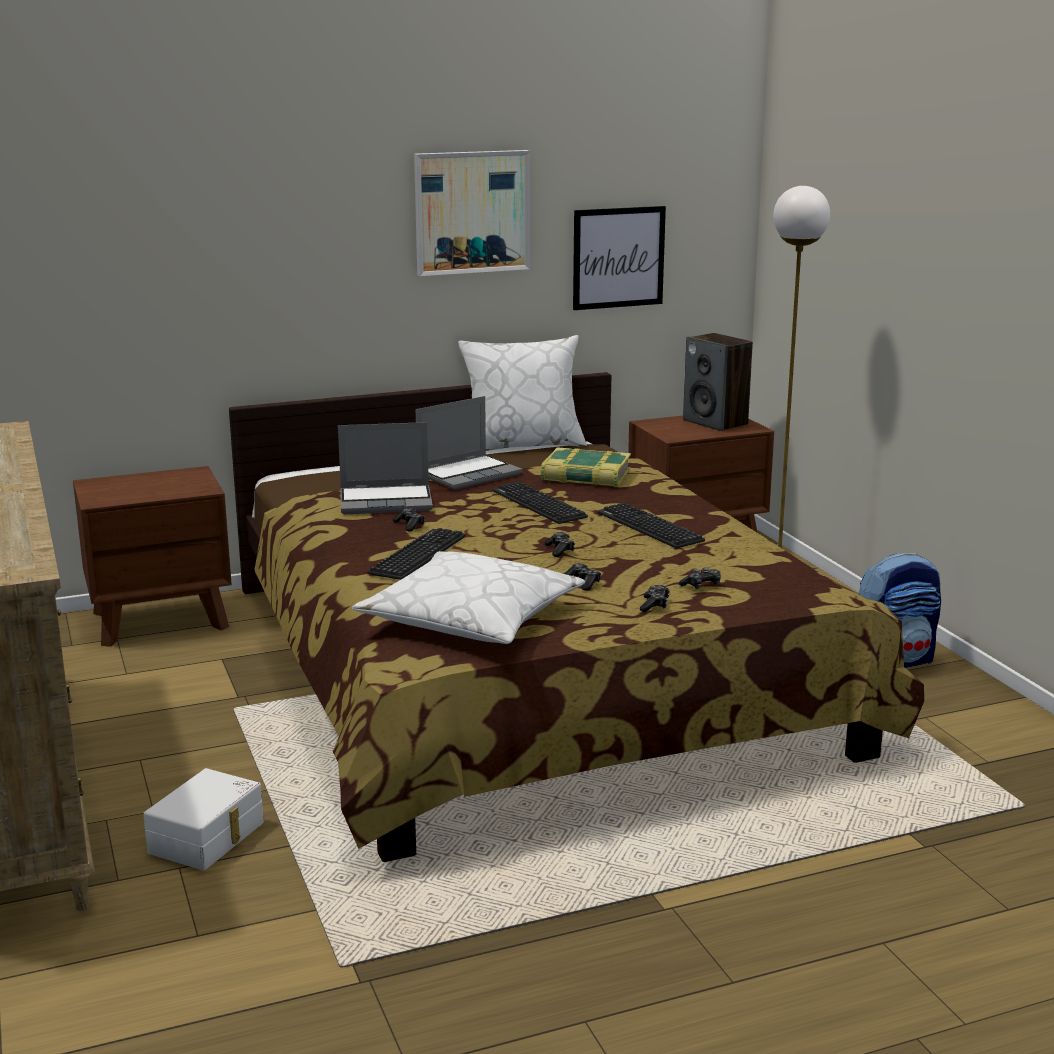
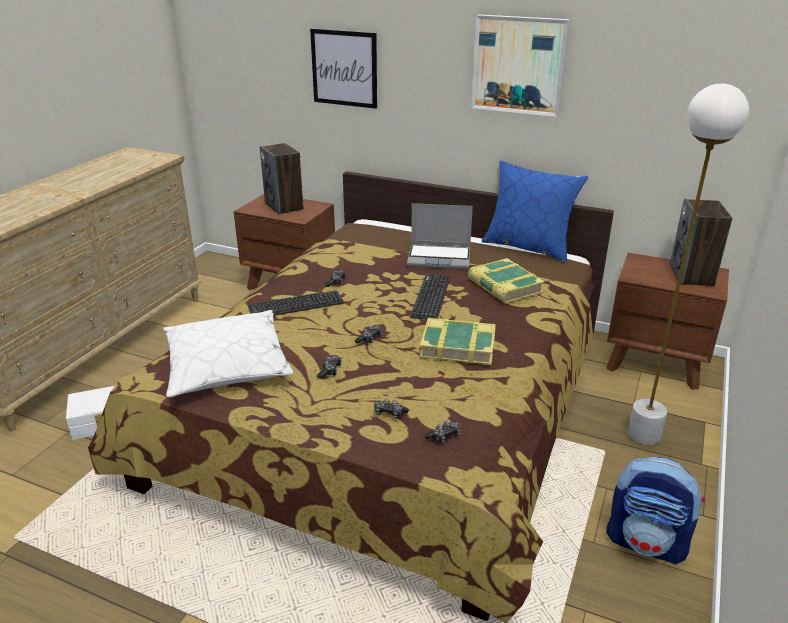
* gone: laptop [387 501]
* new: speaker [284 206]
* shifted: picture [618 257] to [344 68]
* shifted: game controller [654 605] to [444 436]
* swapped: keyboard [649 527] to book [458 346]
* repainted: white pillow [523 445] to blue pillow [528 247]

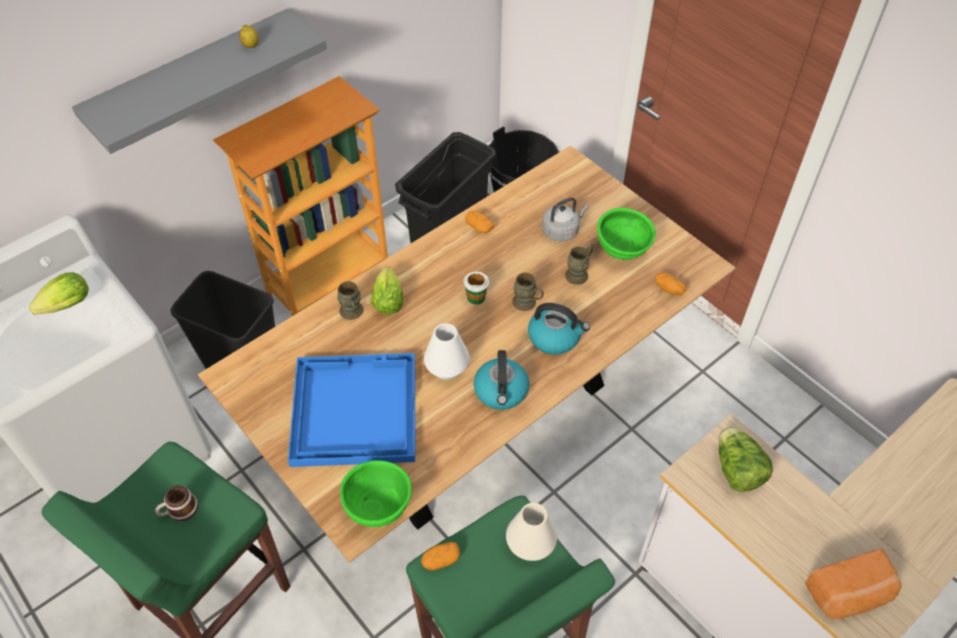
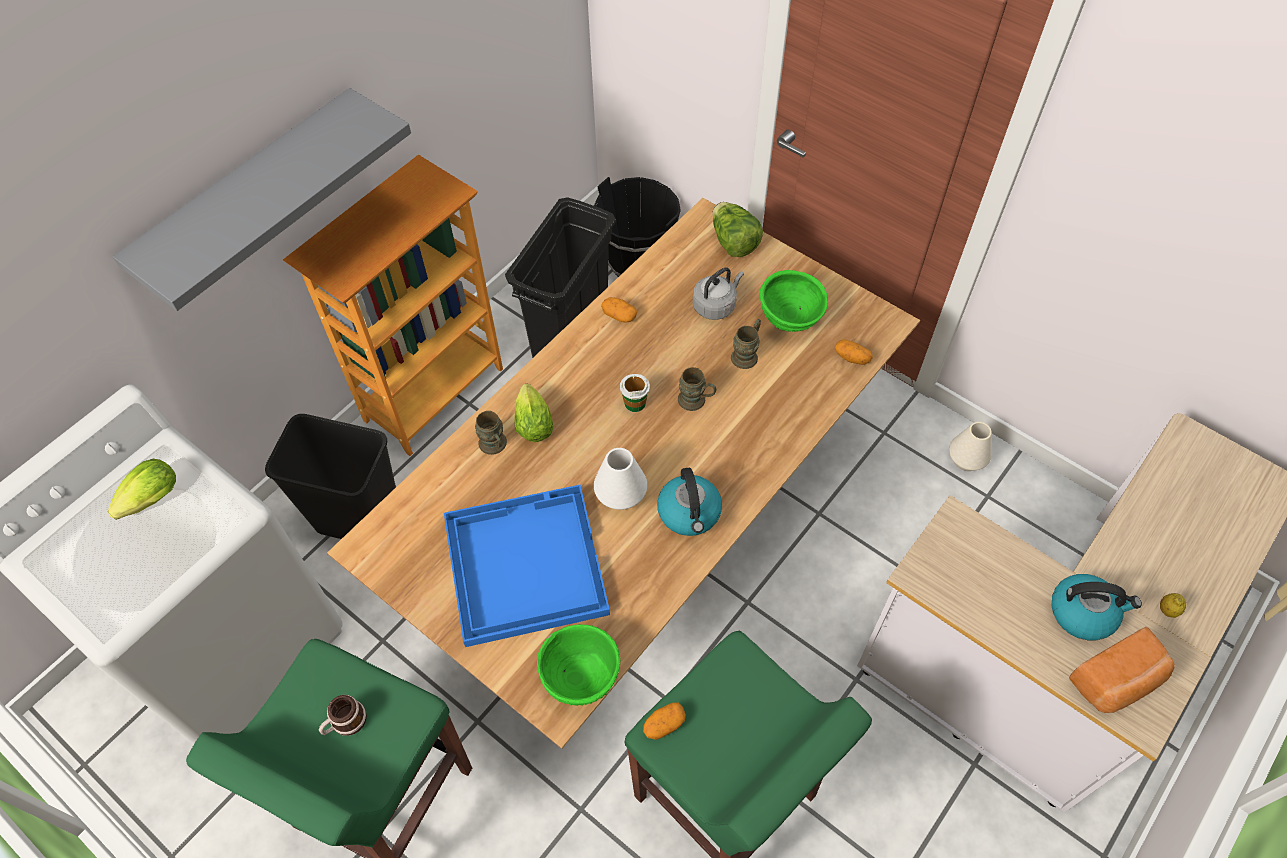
* shifted: lemon [251 46] to [1167 610]
* shifted: white vase [530 544] to [966 460]
* shifted: kettle [555 337] to [1083 612]
* shifted: lettuce [736 470] to [733 242]

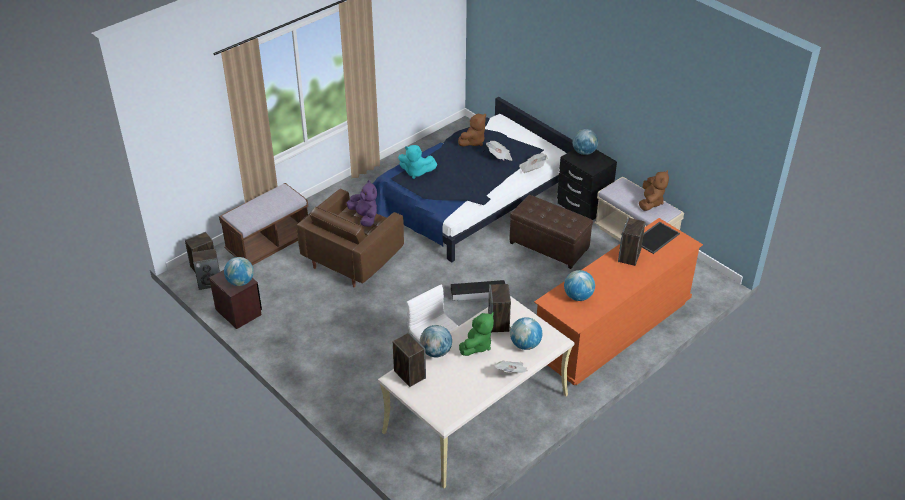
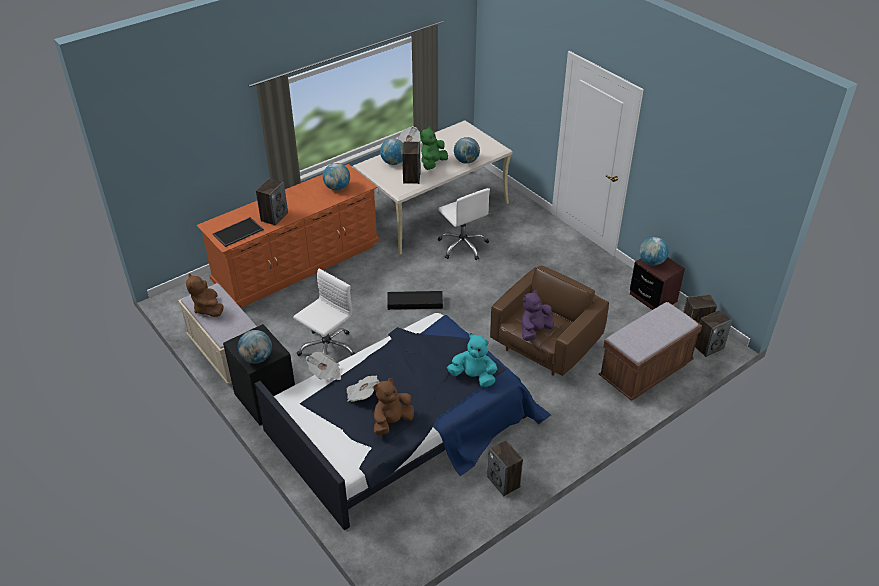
* shifted: speaker [409 374] to [504 482]
* swapped: brown ottoman [548 246] to white office chair [327 349]
* rotated: purple plush toy [365 217] = [534 331] 75 degrees clockwise
* rotated: brown plush toy [650 202] = [208 309] 45 degrees counterclockwise

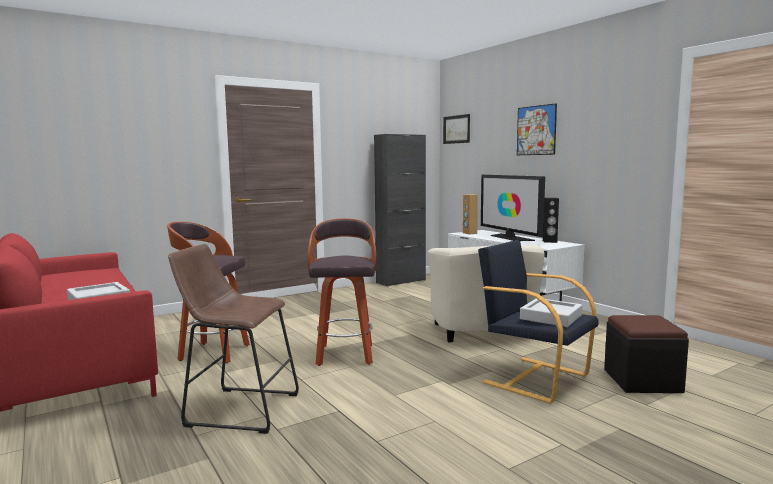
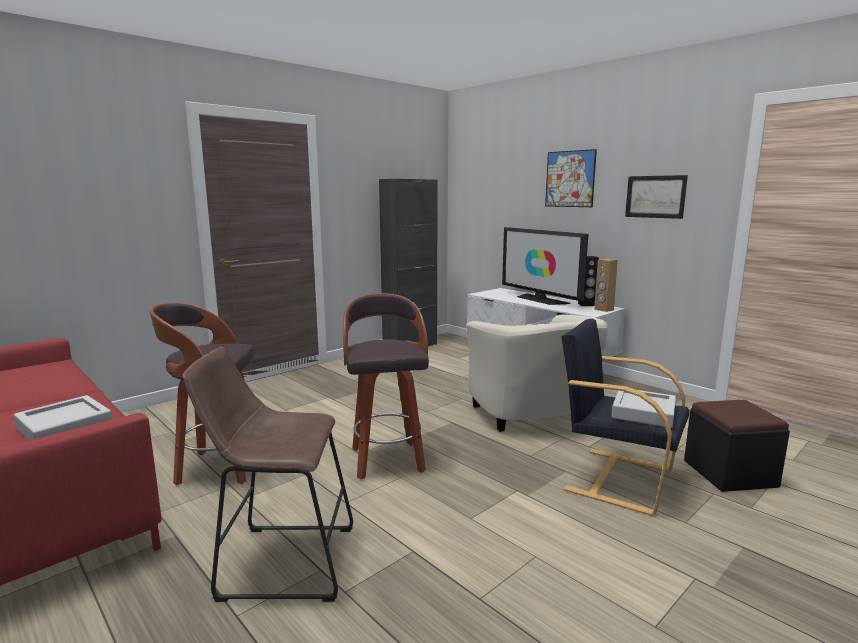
* shifted: picture [456 129] to [655 196]
* shifted: brown speaker [469 233] to [603 309]

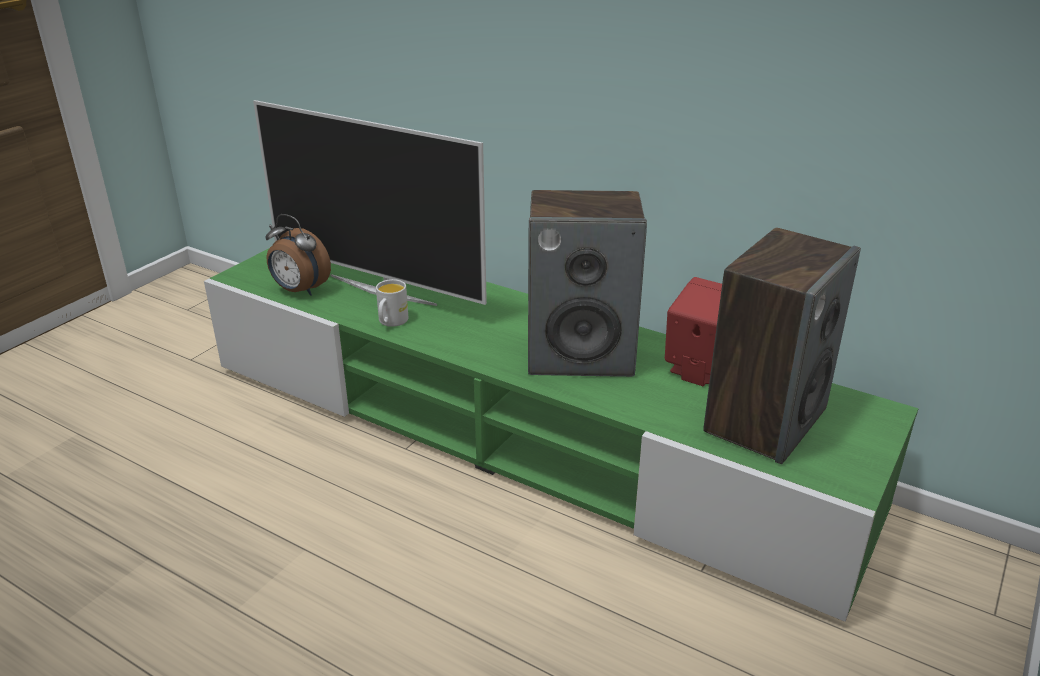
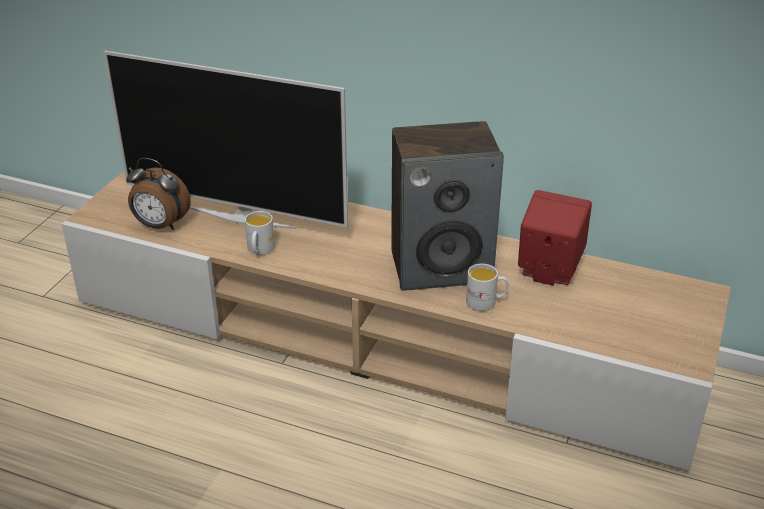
* gone: speaker [765 419]
* new: white mug [486 302]
* repainted: green tv stand [521 435] to beige tv stand [383 338]

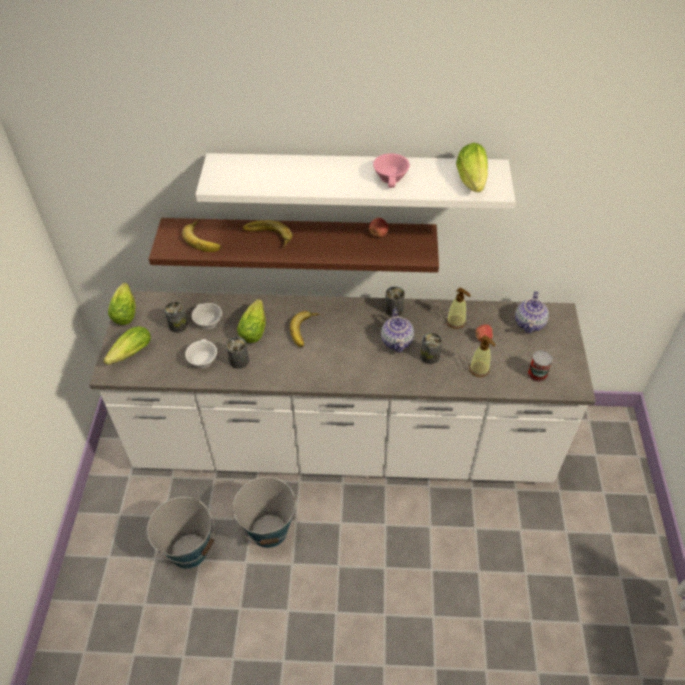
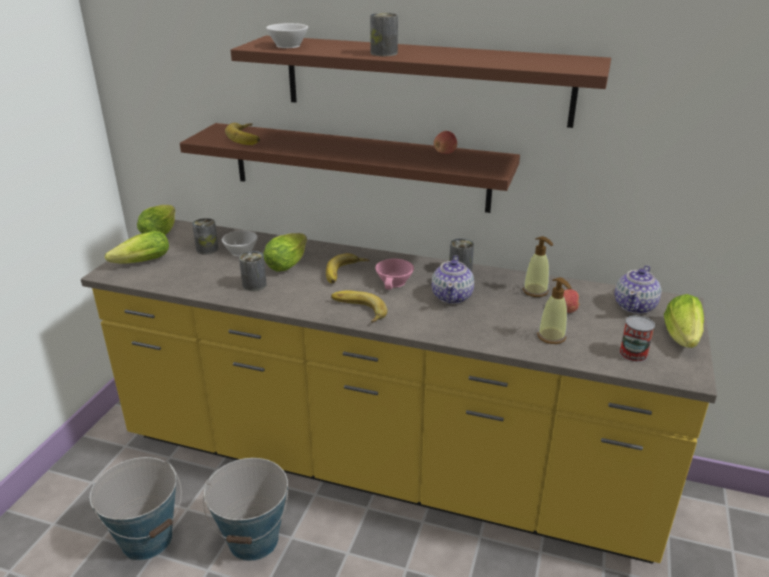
* shifted: white cup [202 360] to [287 45]
* shifted: banana [267 237] to [357 311]
* shifted: pink cup [392 178] to [395 282]
* shifted: can [429 356] to [384 53]
* shifted: lettuce [472 182] to [682 338]
* repainted: white counter [343 445] to yellow counter [384 467]
* repainted: white shelf [356 179] to brown shelf [425 80]

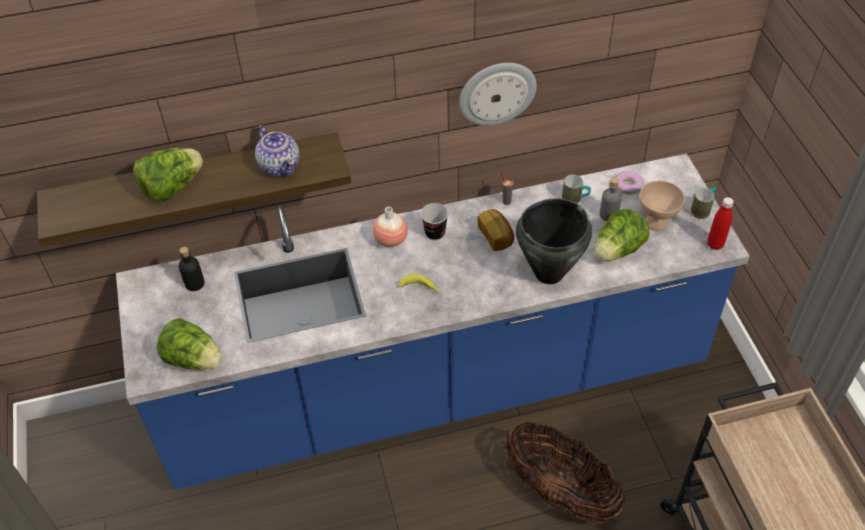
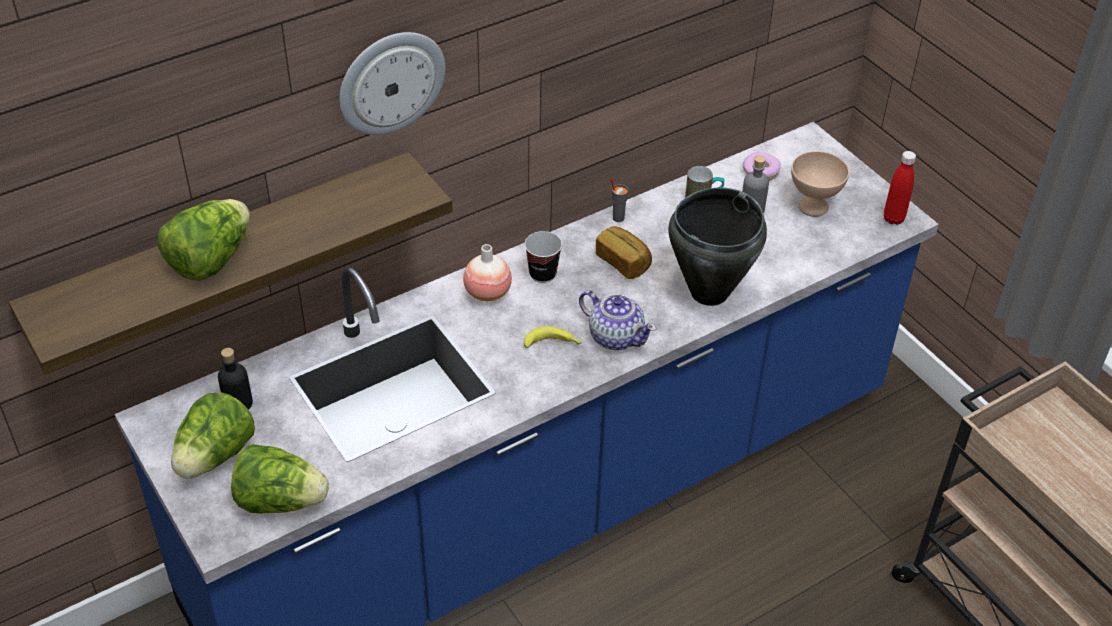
* gone: basket [560 492]
* gone: mug [702 209]
* shifted: teapot [279 165] to [615 336]
* shifted: wall clock [497 92] to [390 82]
* shifted: lettuce [617 250] to [215 456]

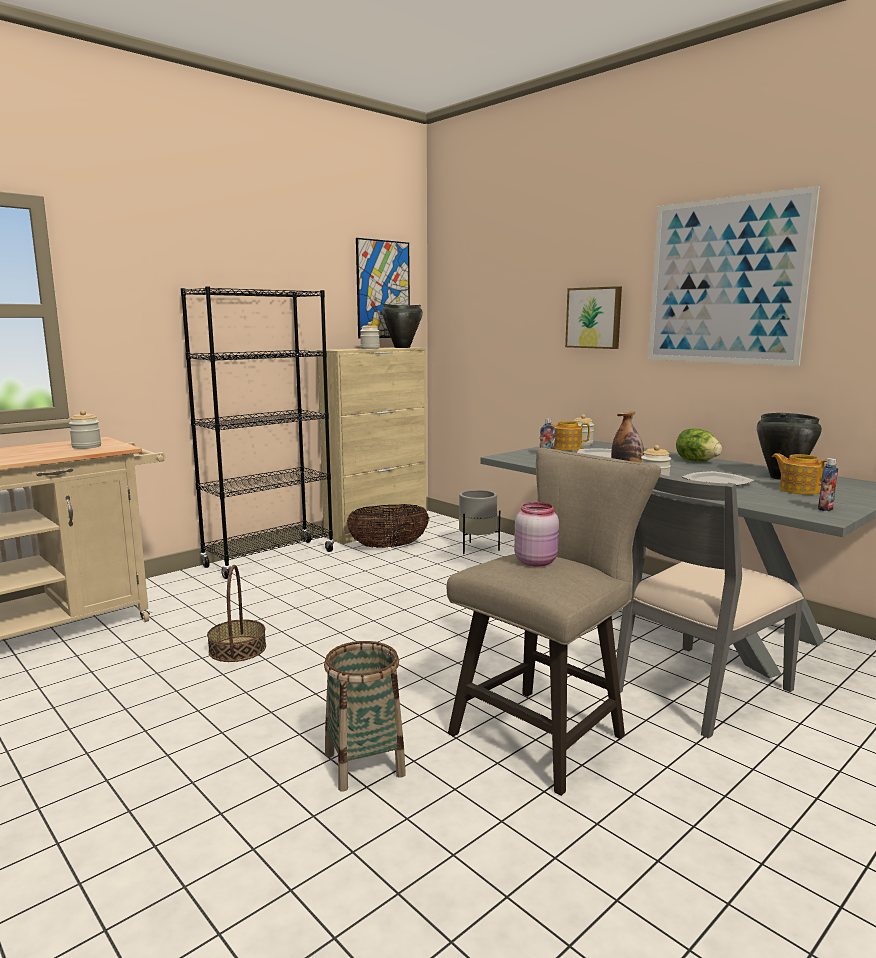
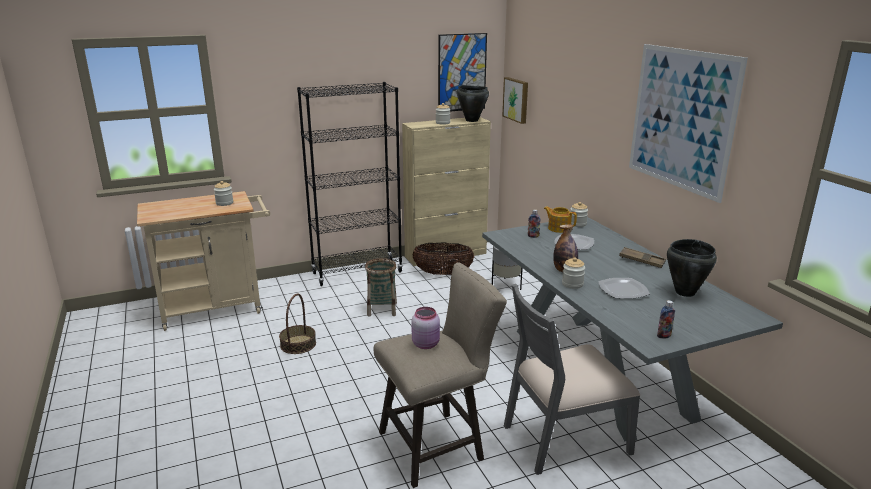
* gone: teapot [799 490]
* shifted: basket [364 764] to [382 309]
* shifted: picture [594 318] to [516 99]
* swapped: lettuce [696 461] to brown tray [642 261]

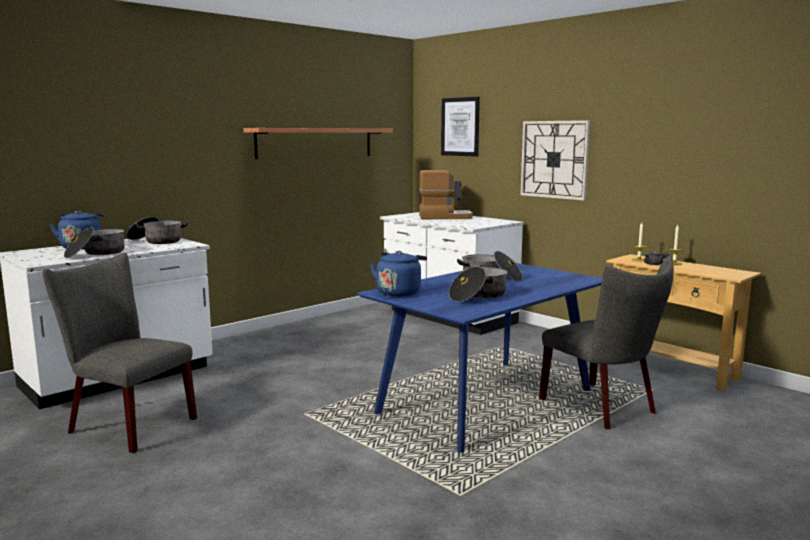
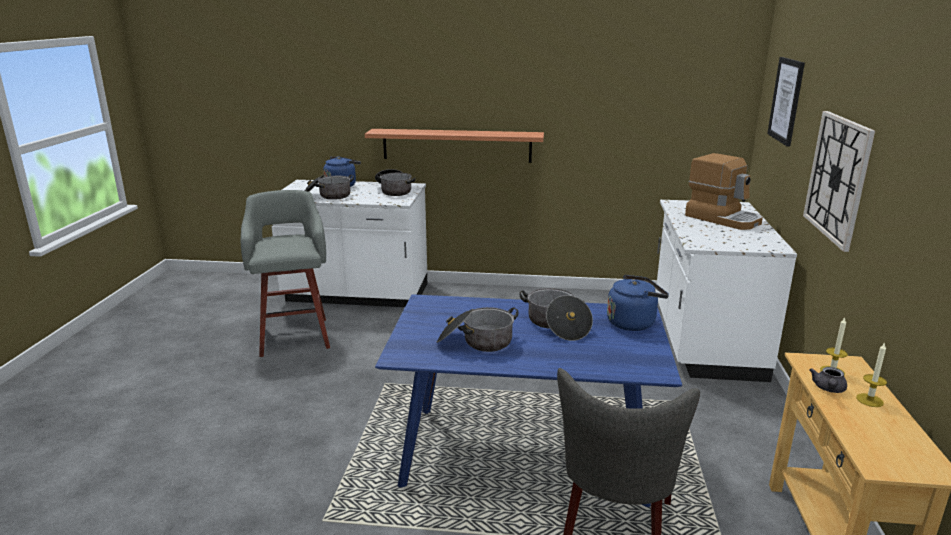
* shifted: shelf [315 142] to [456 145]
* shifted: blue kettle [399 292] to [633 322]
* swapped: grey chair [126 424] to grey stool [294 335]

